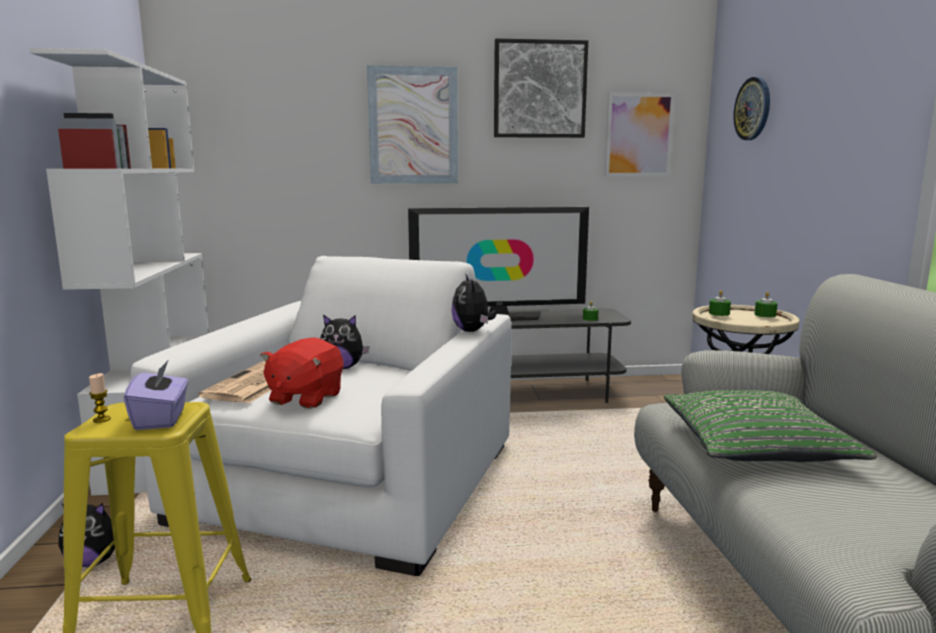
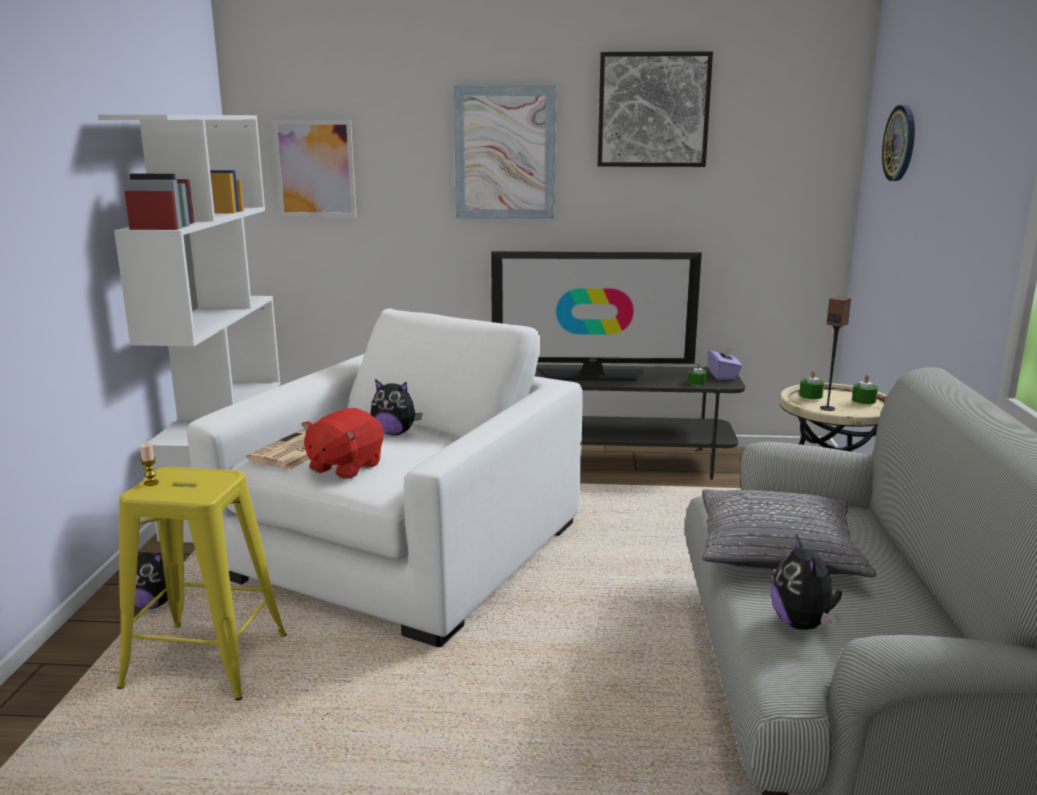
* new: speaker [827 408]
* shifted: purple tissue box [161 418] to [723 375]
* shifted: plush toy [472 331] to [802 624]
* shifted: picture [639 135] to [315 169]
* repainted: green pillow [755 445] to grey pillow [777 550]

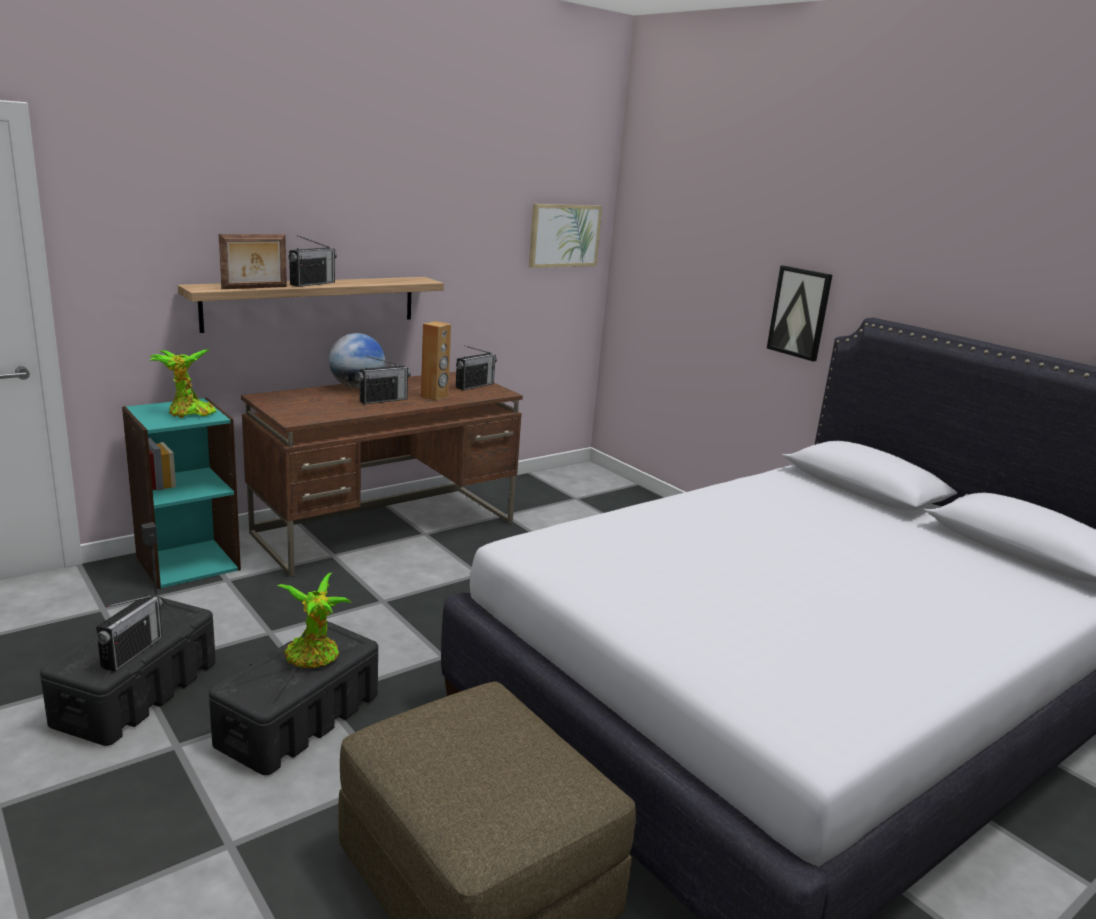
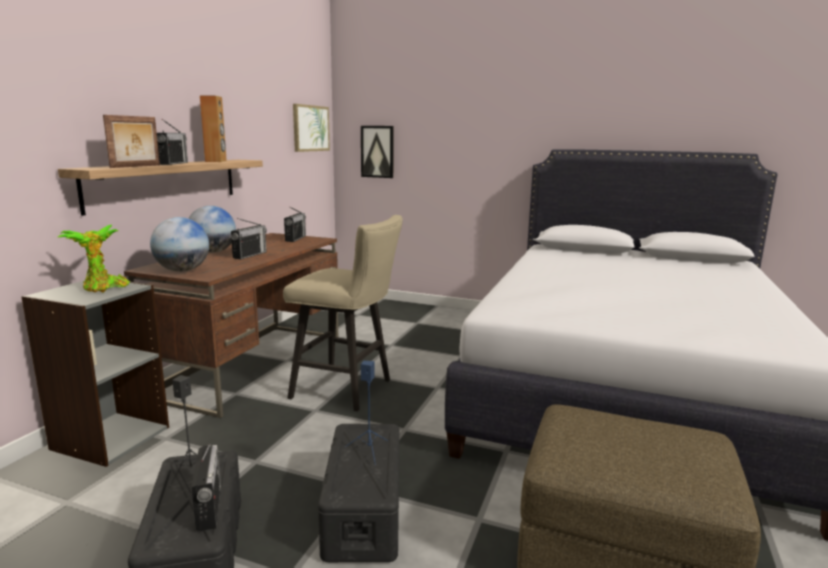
* new: globe [182 270]
* new: beige stool [348 390]
* shifted: brown speaker [435 396] to [216 161]
* shifted: picture [799 312] to [377 151]
* swapped: potted plant [314 658] to blue speaker [369 450]
* repainted: turquoise bookcase [188 562] to grey bookcase [110 437]

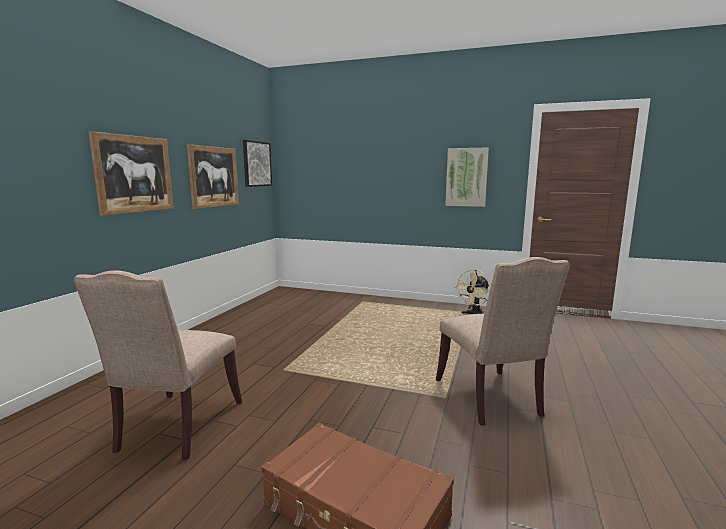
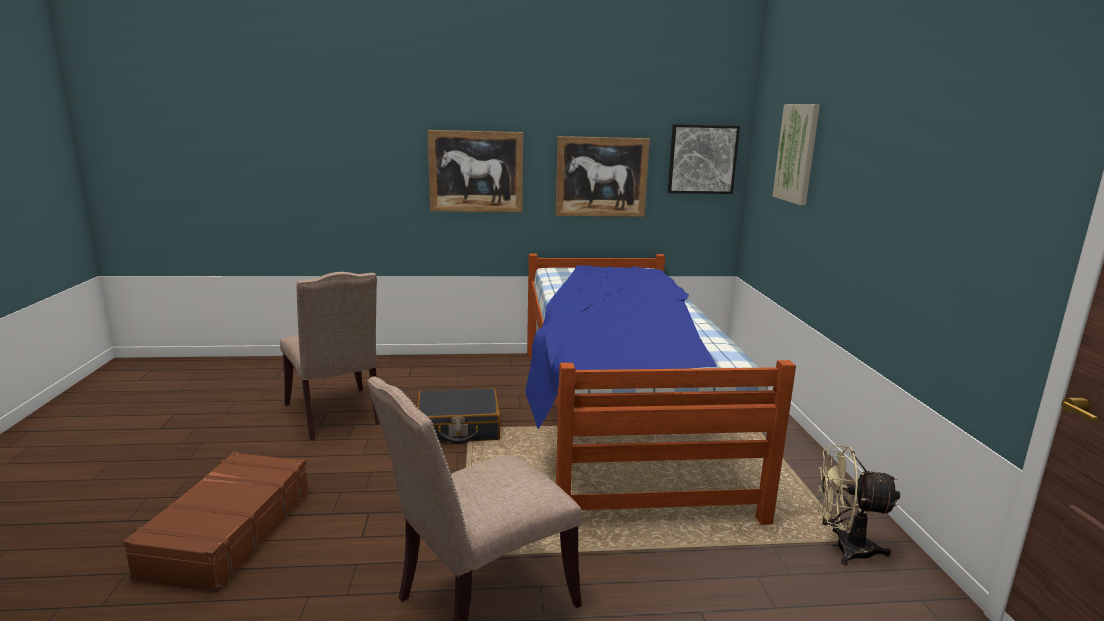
* new: black suitcase [458 428]
* new: bed [617 419]
* shifted: picture [466 177] to [797 153]
* rotated: beige chair [177 428] = [336 415] 105 degrees counterclockwise

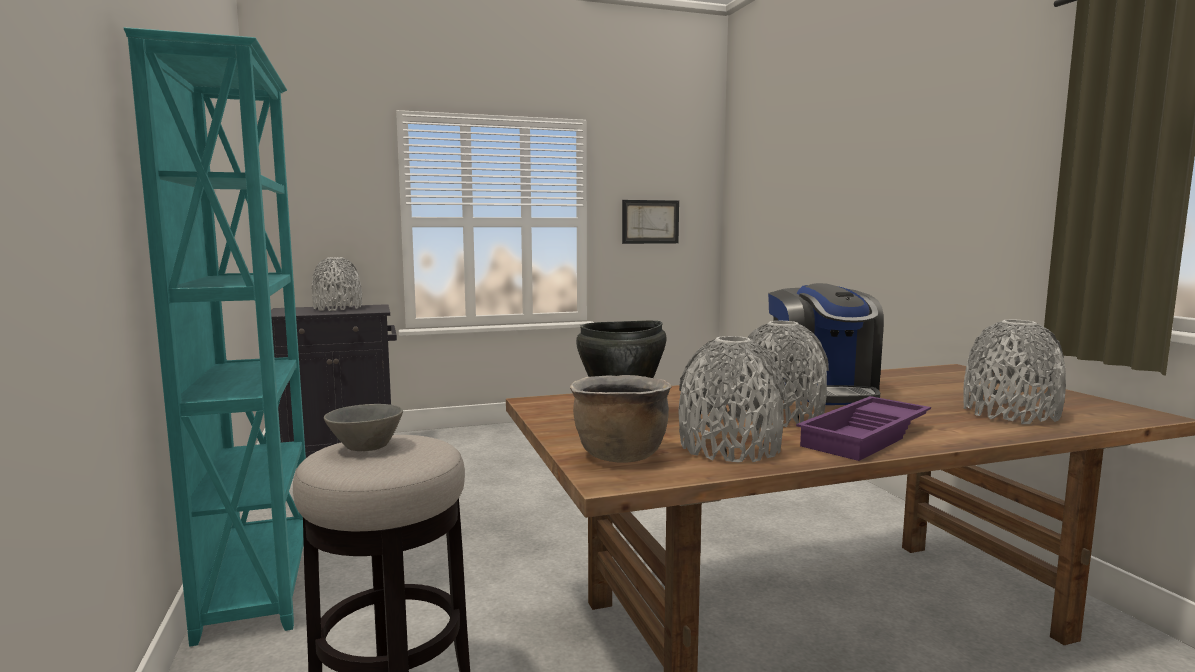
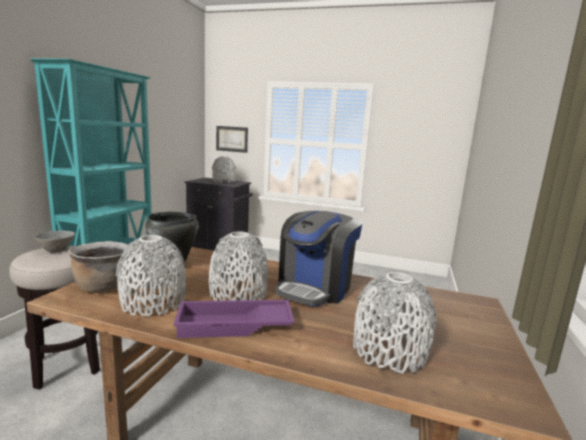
* shifted: picture [650 222] to [232 139]

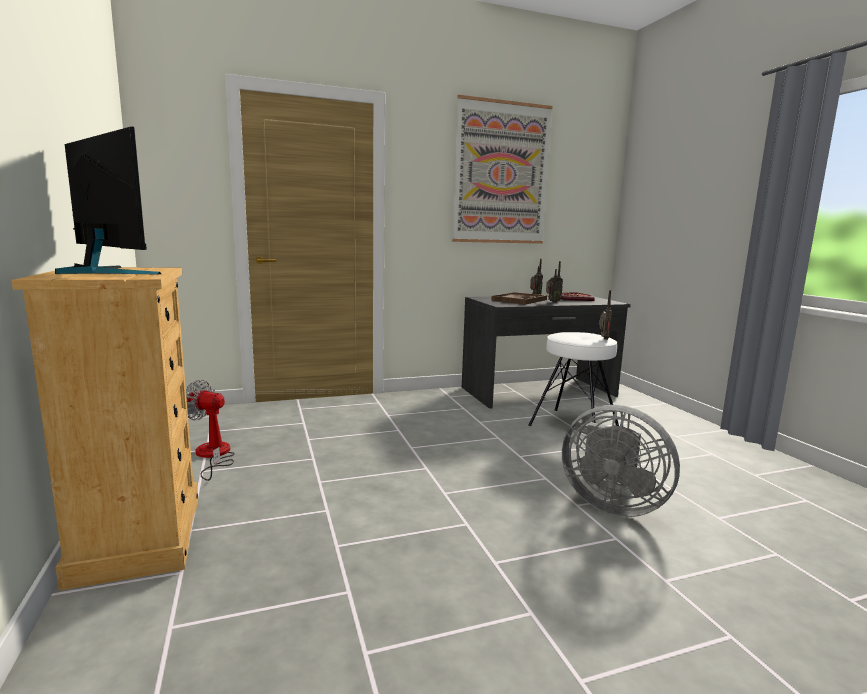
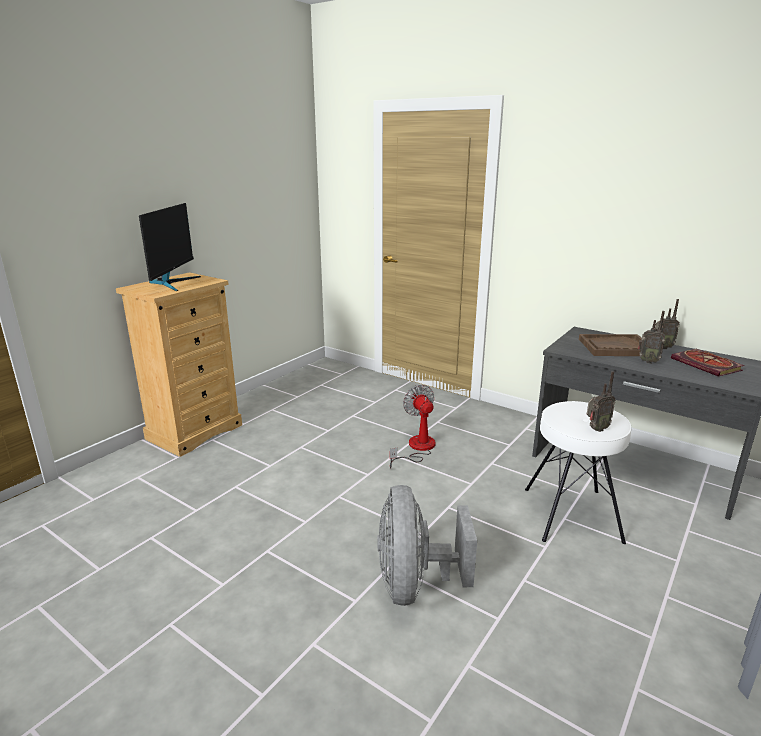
* gone: picture [501 173]
* shifted: fan [213 456] to [417 448]

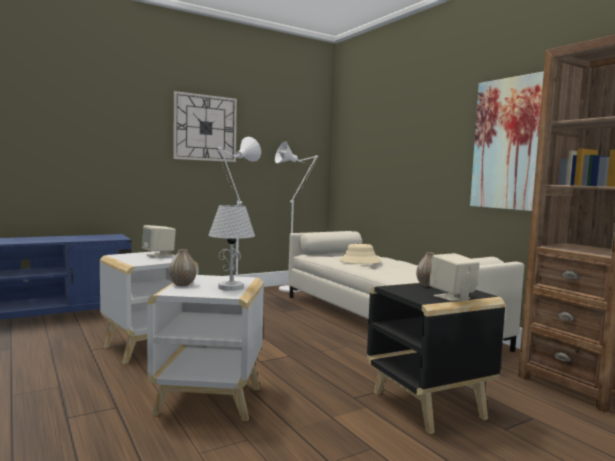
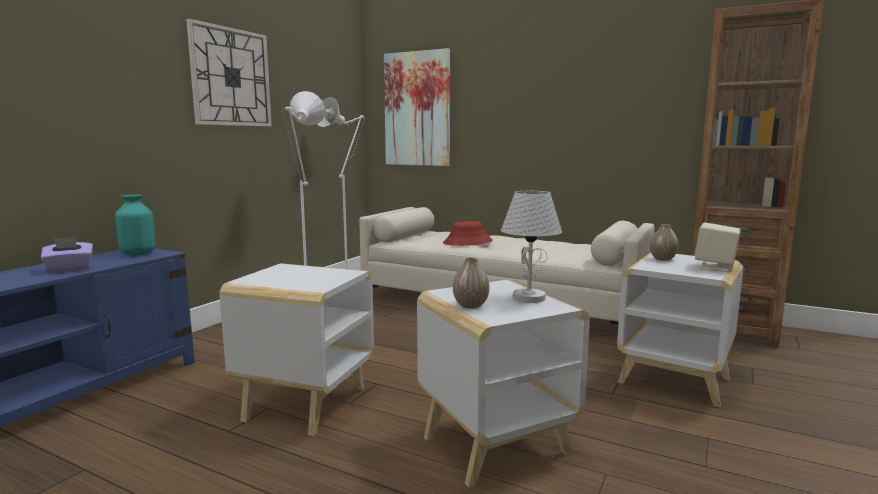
* gone: beige speaker [159 255]
* new: purple tissue box [69 269]
* new: turquoise vase [138 253]
* shifted: picture [512 144] to [417 109]
* repainted: beige hat [360 262] to red hat [467 242]
* repainted: black side table [429 405] to white side table [676 380]

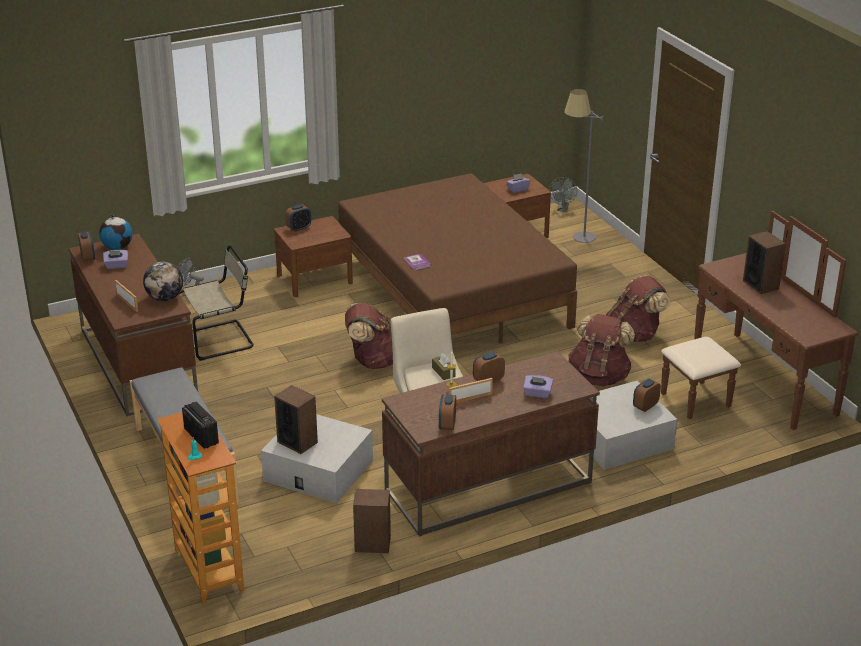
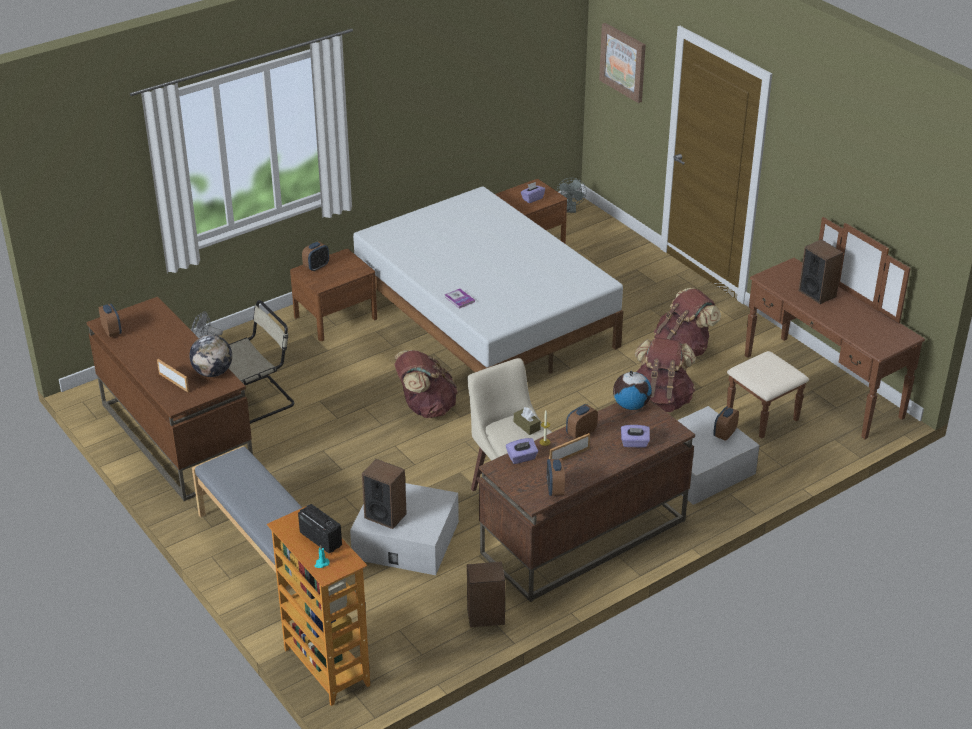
* gone: grey floor lamp [577 240]
* new: picture [623 62]
* shifted: globe [117 247] to [631 405]
* shifted: purple tissue box [116 266] to [522 458]
* repainted: brown bed [453 292] to white bed [485 319]

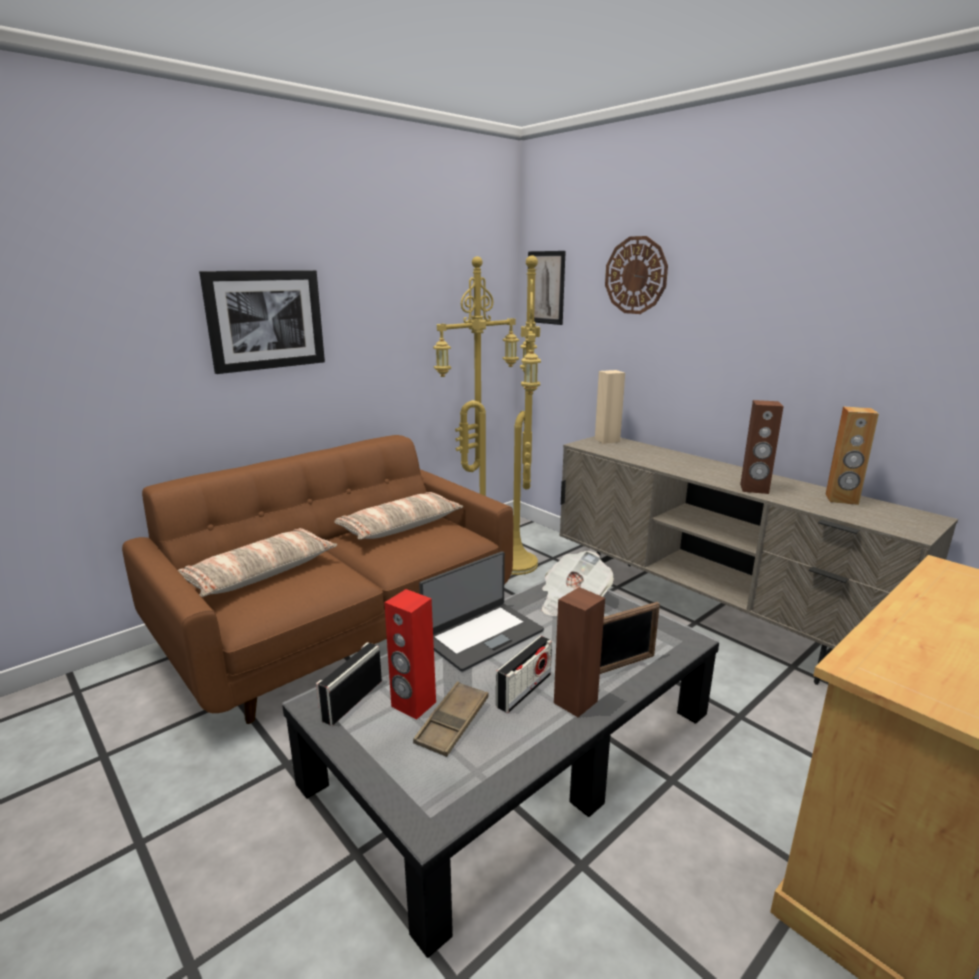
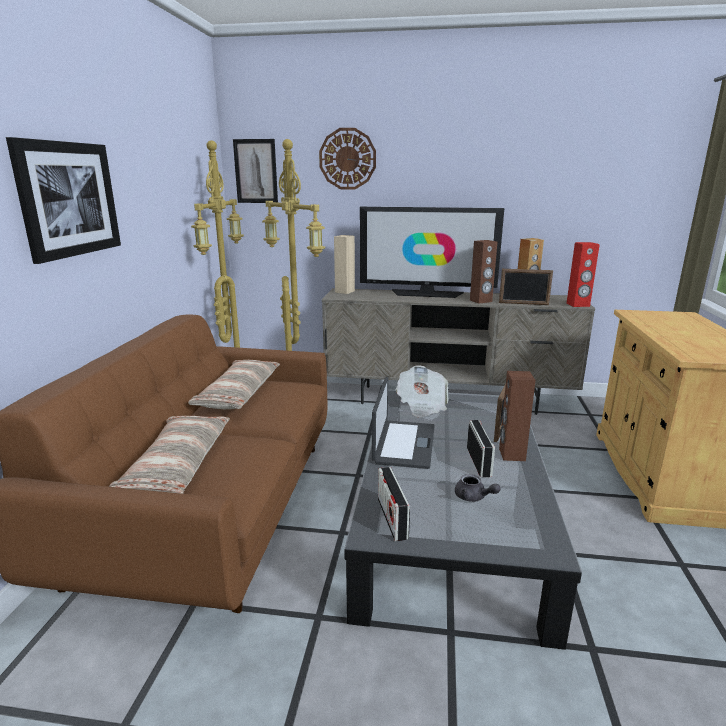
* new: television [426 294]
* new: picture frame [523 304]
* shifted: red speaker [413 704] to [578 305]
* swapped: brown tray [452 723] to grey teapot [473 497]

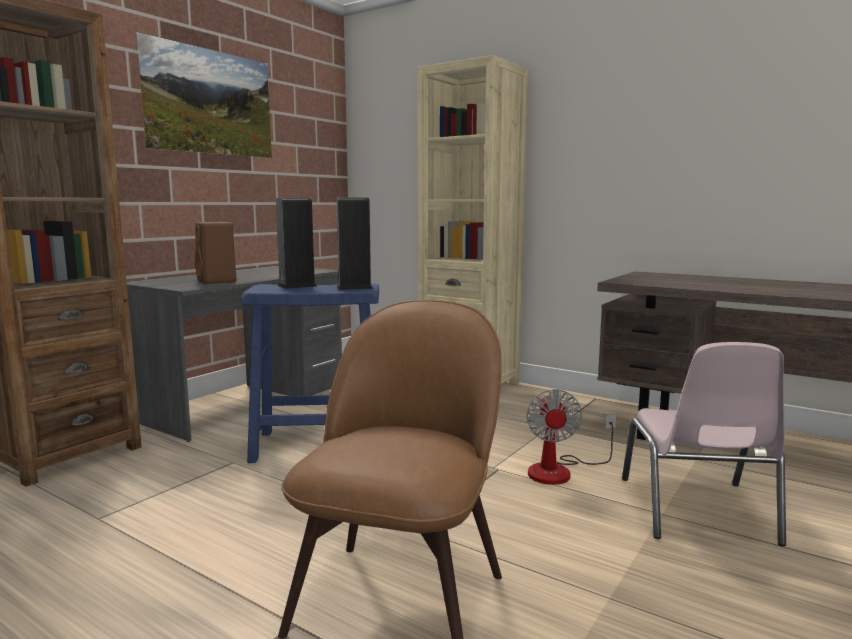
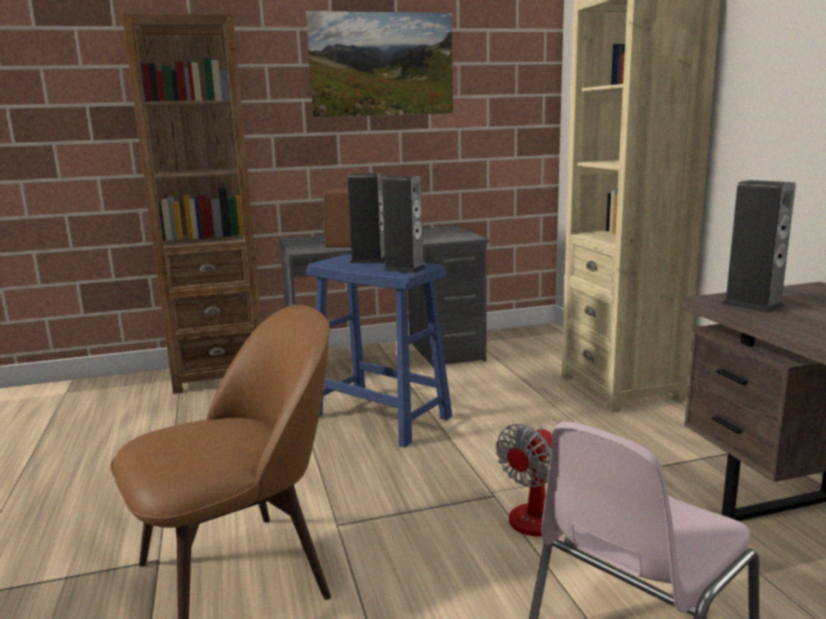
* new: speaker [752 305]

